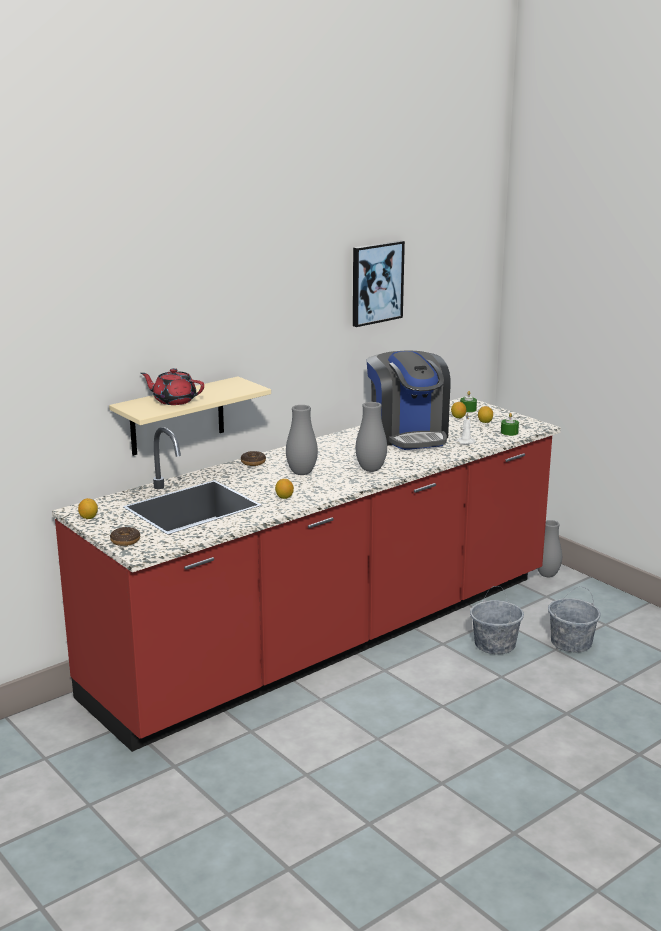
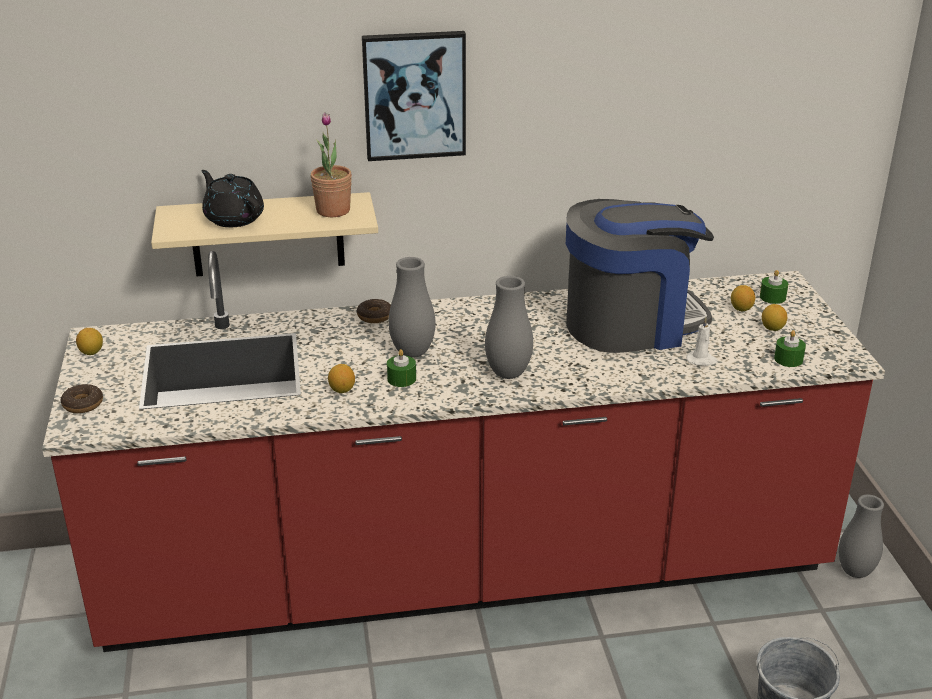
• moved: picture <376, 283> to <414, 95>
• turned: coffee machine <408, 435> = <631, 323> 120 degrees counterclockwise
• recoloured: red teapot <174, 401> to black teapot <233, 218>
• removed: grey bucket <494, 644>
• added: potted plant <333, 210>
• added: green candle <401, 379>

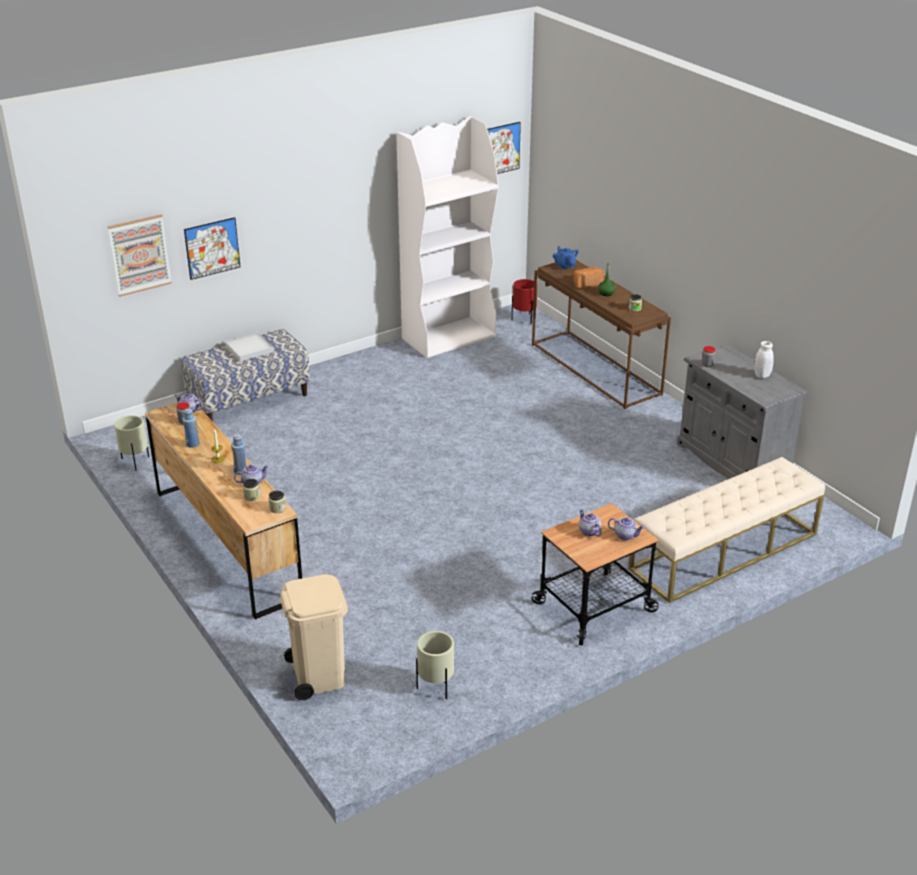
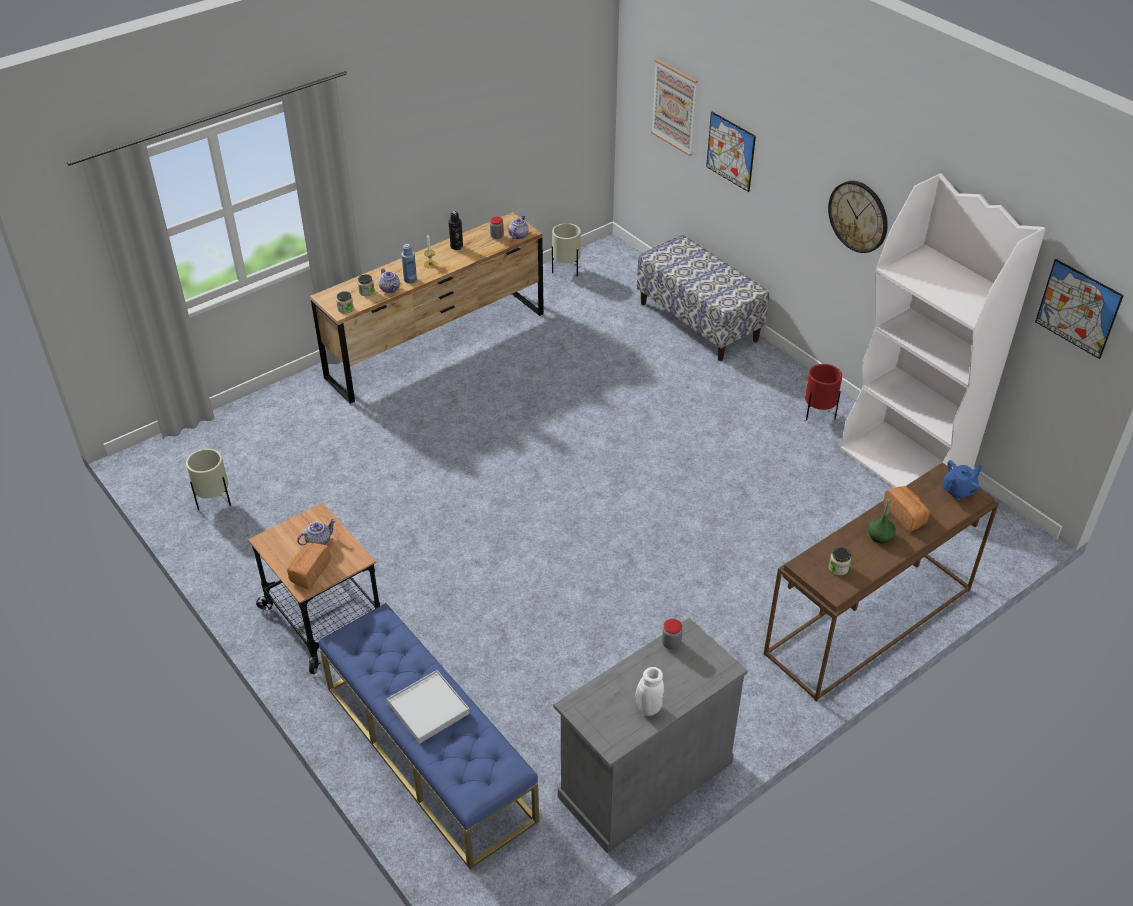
• moved: red planter <524, 319> to <818, 415>
• moved: white tray <249, 349> to <428, 709>
• recoloured: blue bottle <192, 444> to black bottle <456, 246>
• recoloured: beige bench <724, 551> to blue bench <428, 752>
• replaced: teapot <625, 535> to bread <309, 572>
• removed: beige trash can <318, 675>
• added: wall clock <858, 216>

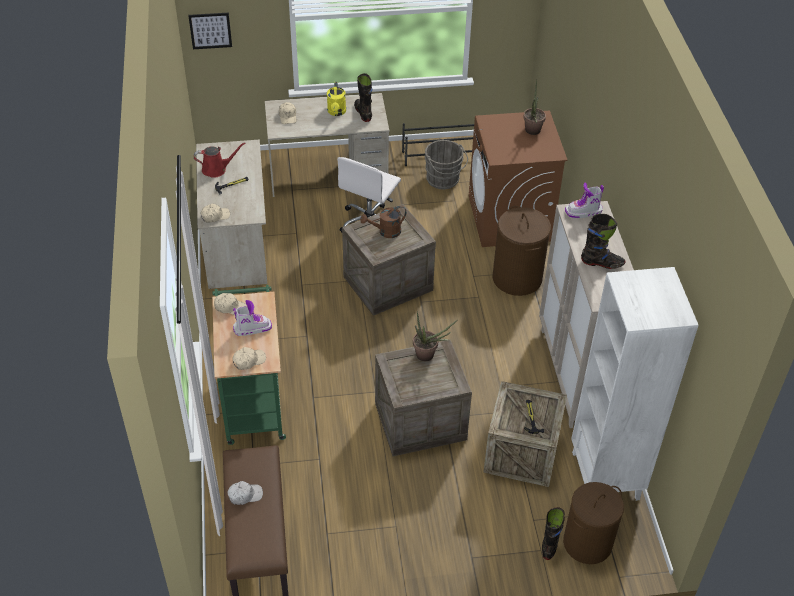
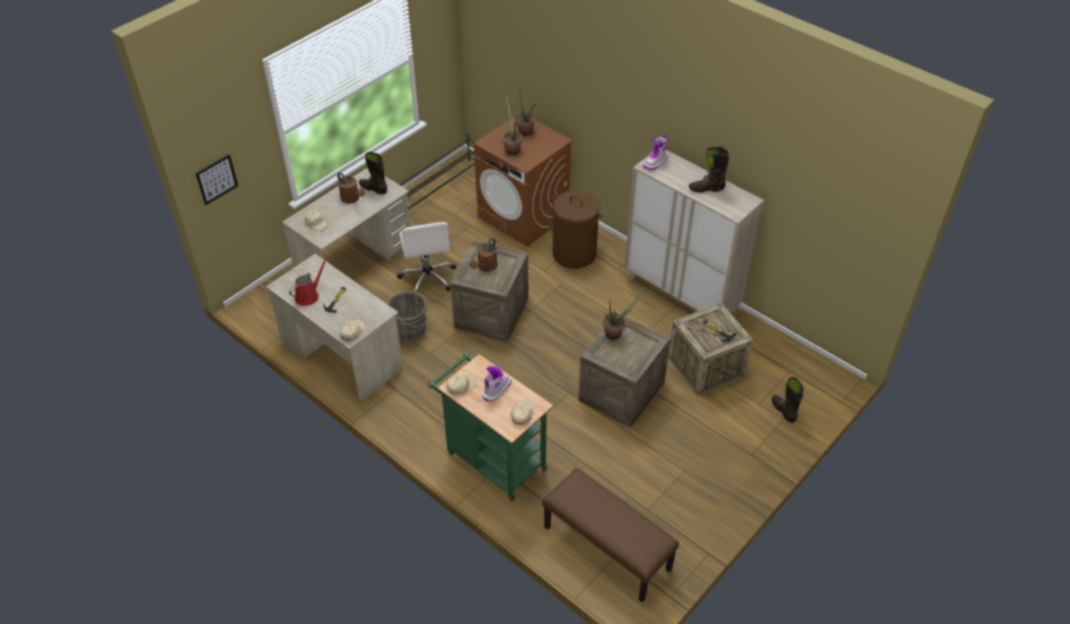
• recoloured: yellow watering can <336, 112> to brown watering can <352, 199>
• moved: grey bucket <443, 180> to <411, 331>
• turned: black boot <602, 263> = <706, 188> 150 degrees counterclockwise
• removed: white bookcase <606, 476>
• removed: white cap <245, 495>
• removed: brown laundry basket <587, 543>
• added: potted plant <511, 149>

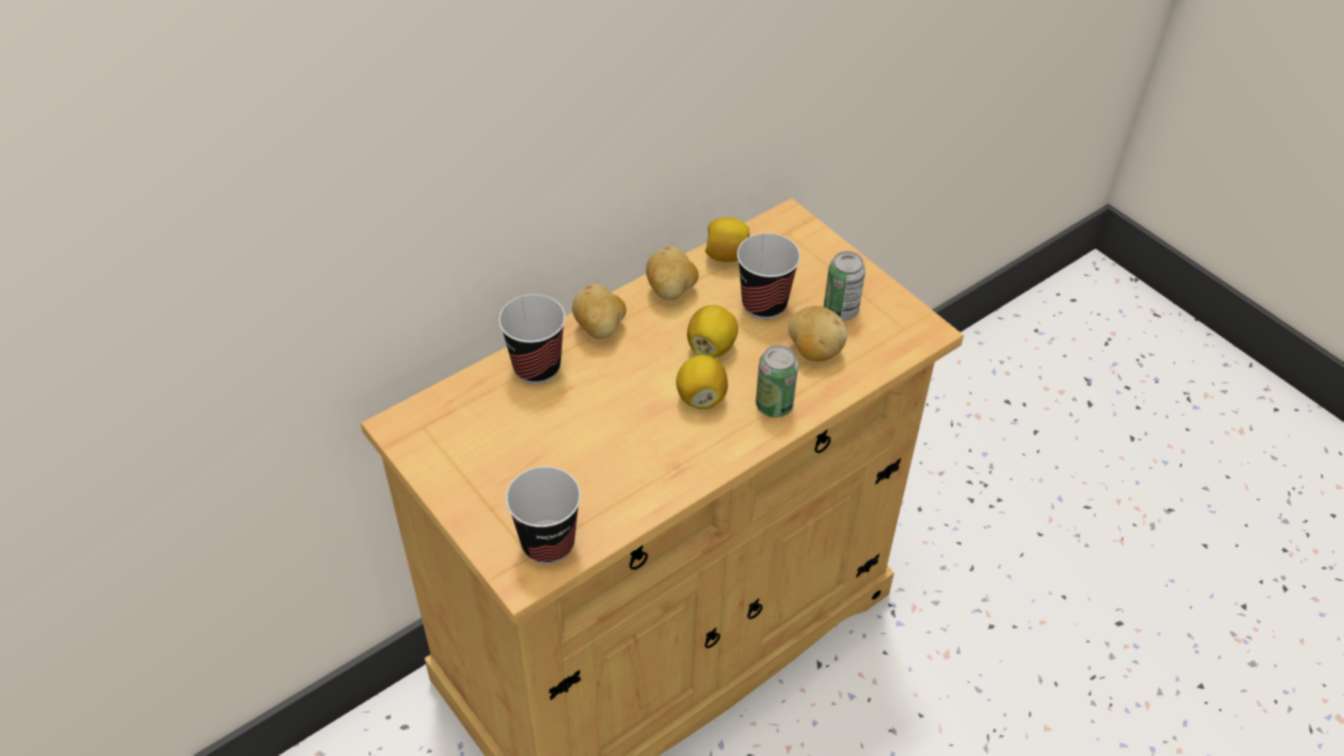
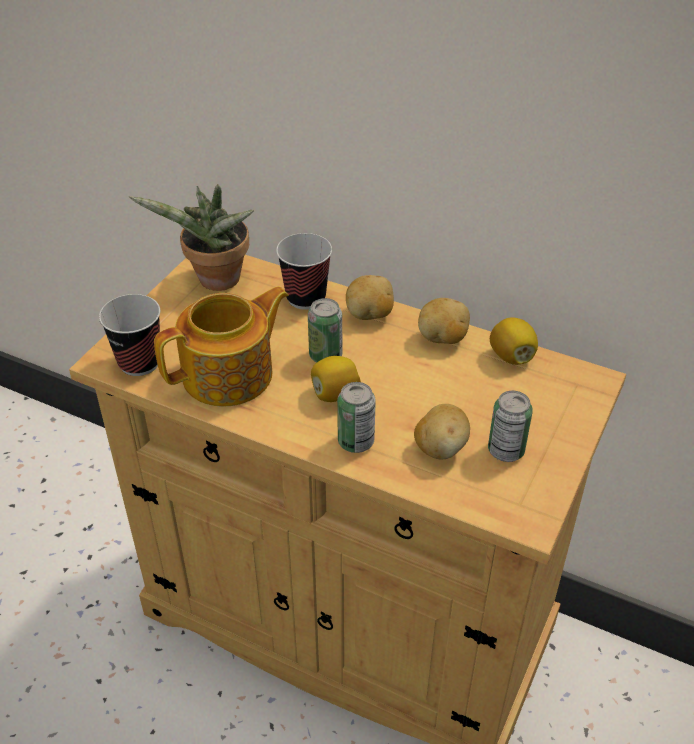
• removed: cup <764, 304>
• removed: lemon <711, 347>
• added: potted plant <215, 282>
• added: teapot <230, 375>
• added: can <325, 355>

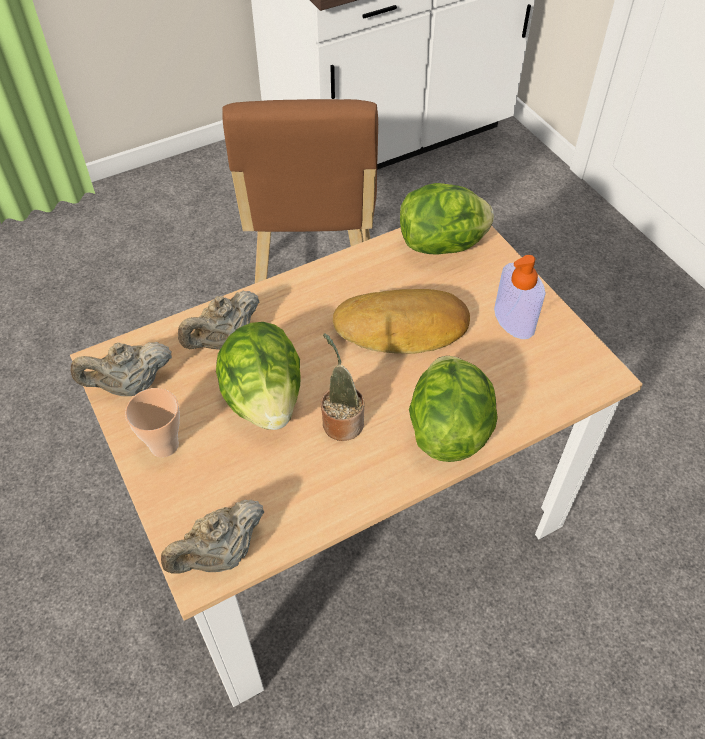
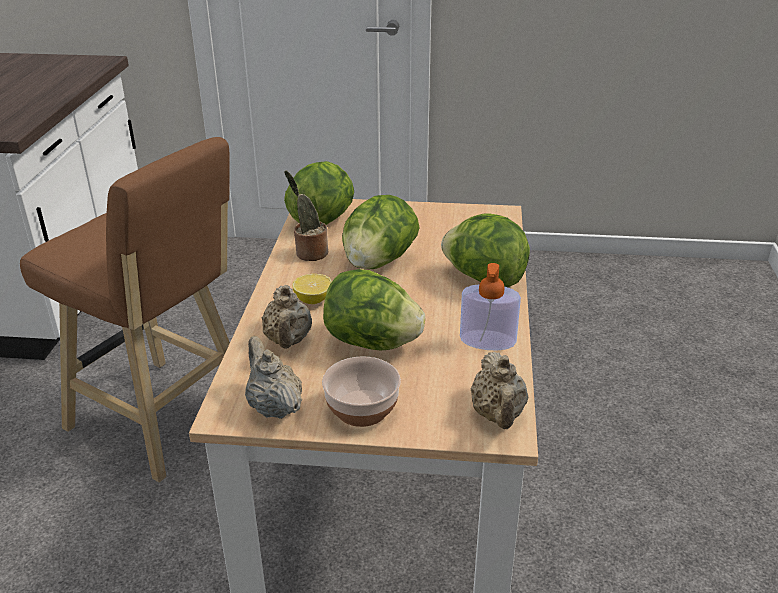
• moved: soap dispenser <514, 320> to <487, 340>
• replaced: bread <402, 329> to lettuce <378, 262>
• moved: potted plant <341, 421> to <309, 253>
• turned: beige teapot <130, 386> = <274, 407> 135 degrees clockwise
• replaced: cup <164, 445> to bowl <361, 409>
• added: lemon <313, 300>

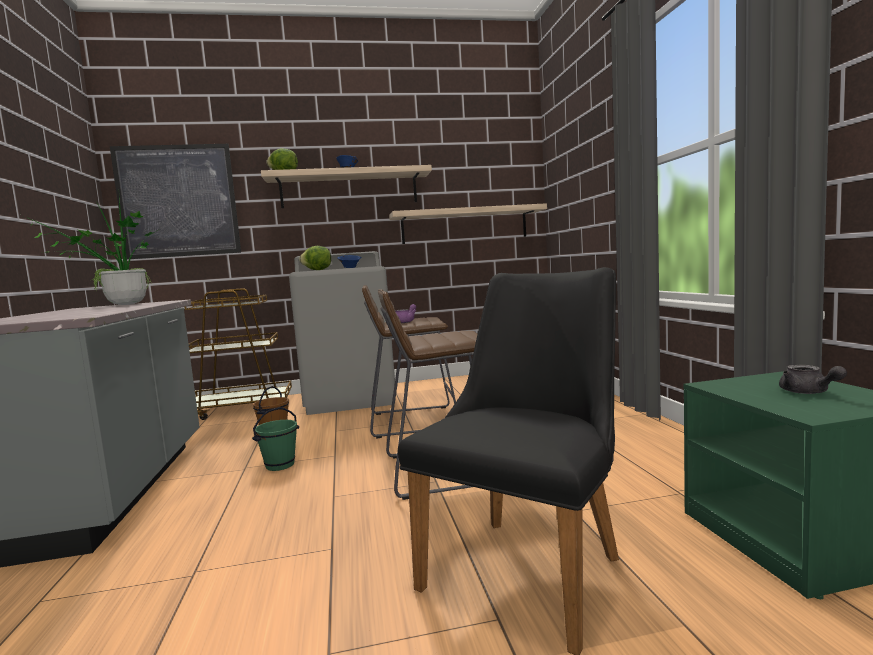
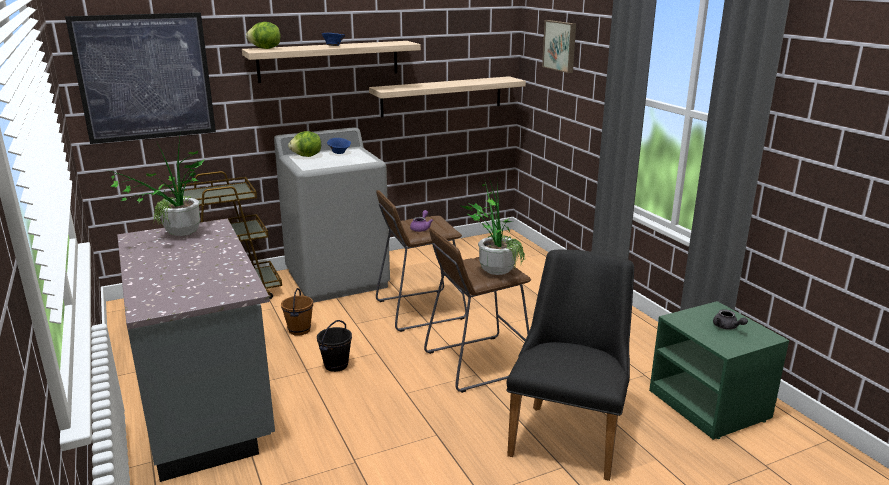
• recoloured: green bucket <279, 465> to black bucket <336, 365>
• added: picture <560, 46>
• added: potted plant <493, 269>

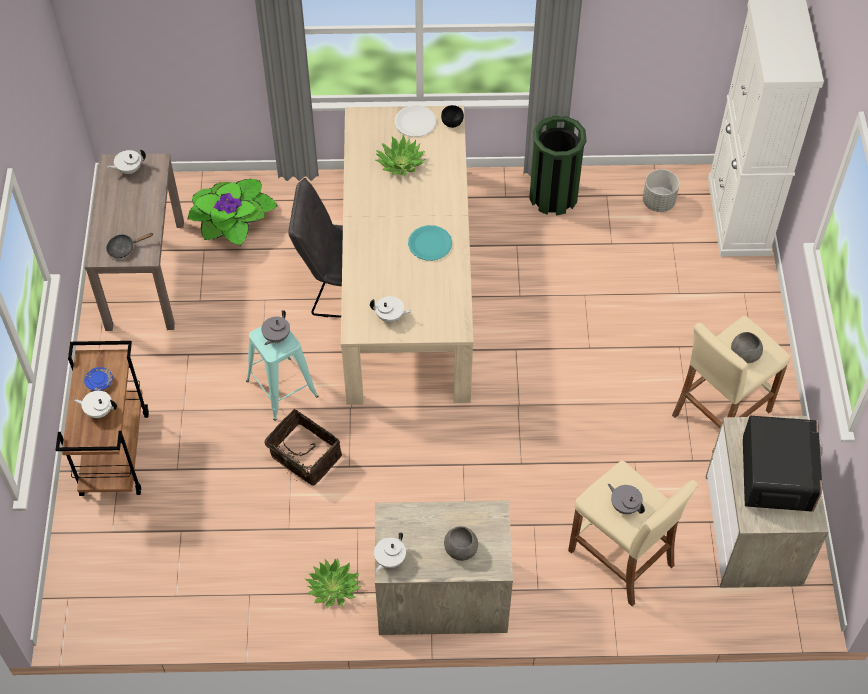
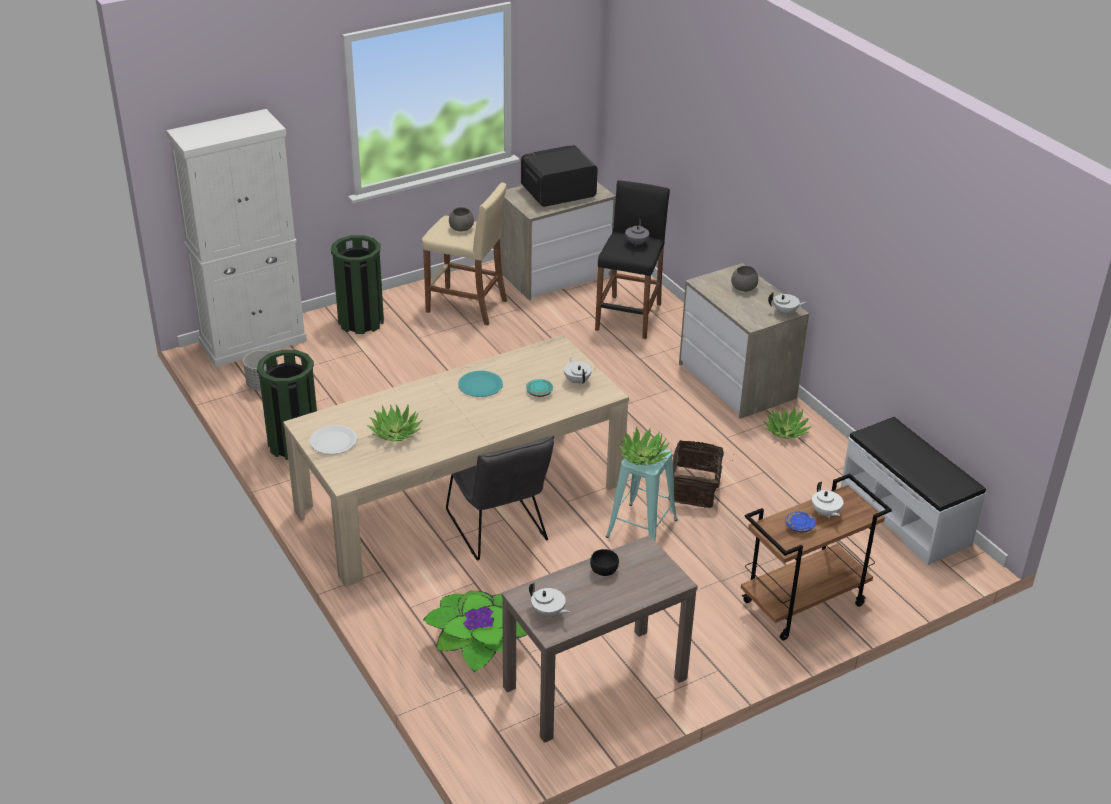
• moved: black bowl <452, 122> to <604, 570>
• removed: black frying pan <124, 248>
• replaced: grey teapot <276, 337> to potted plant <643, 456>
• recoloured: beige stool <621, 558> to black stool <629, 316>
• added: green trash can <361, 321>
• added: turquoise plate <539, 392>
• added: white bench <905, 516>

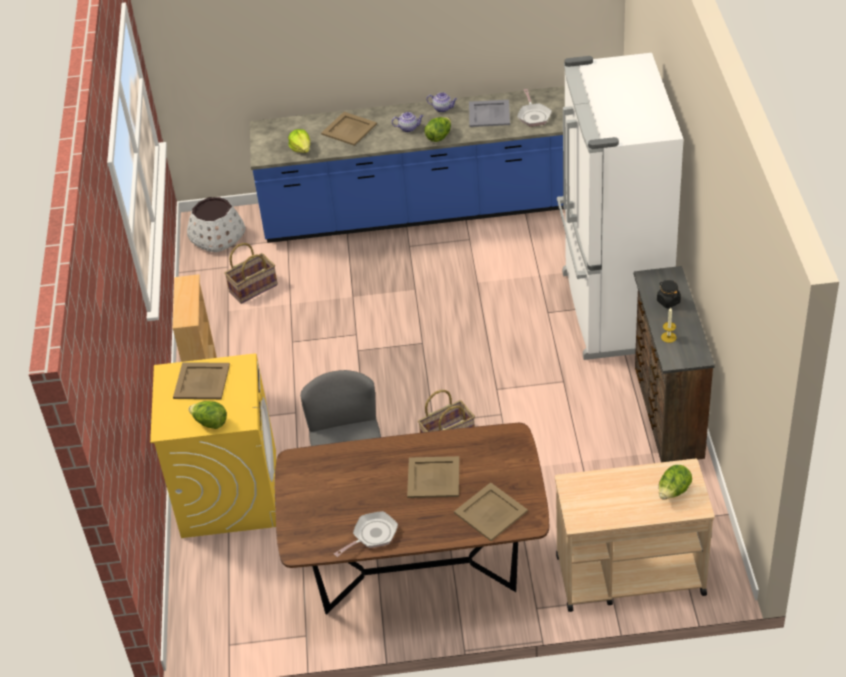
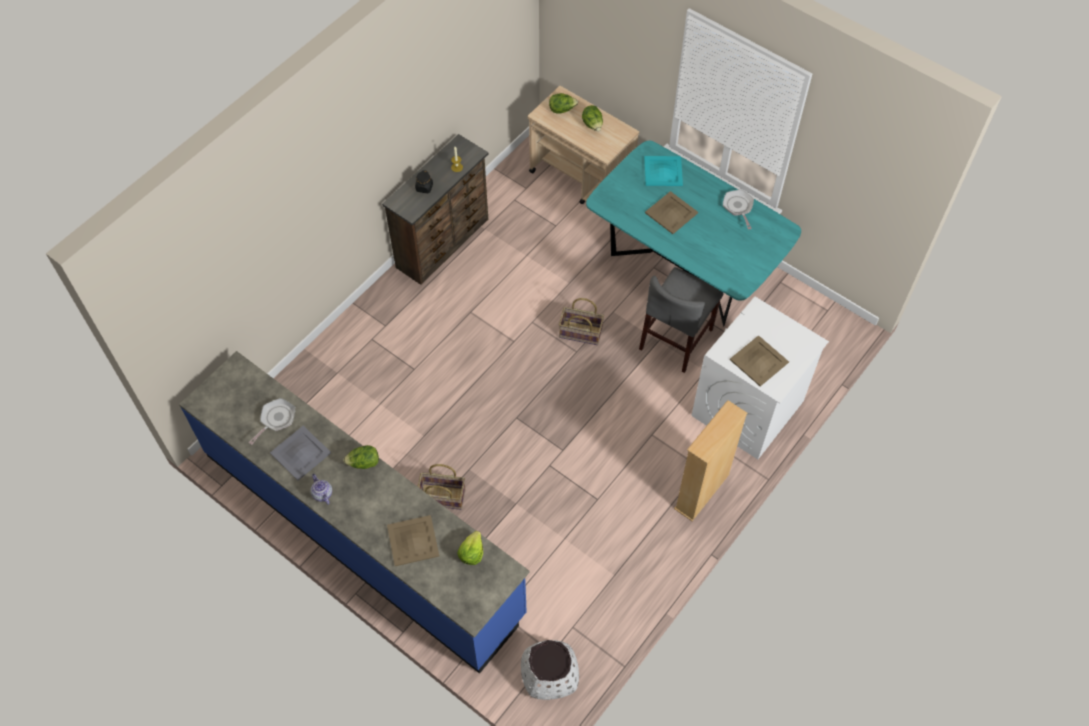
• removed: white fridge <612, 311>
• removed: teapot <409, 128>
• moved: basket <253, 288> to <442, 497>
• recoloured: yellow washing machine <229, 492> to white washing machine <747, 409>
• moved: lettuce <210, 423> to <592, 125>
• recoloured: brown dining table <417, 569> to turquoise dining table <684, 270>
• recoloured: beige tray <491, 512> to turquoise tray <662, 171>
• turned: frying pan <372, 535> = <738, 207> 75 degrees clockwise

